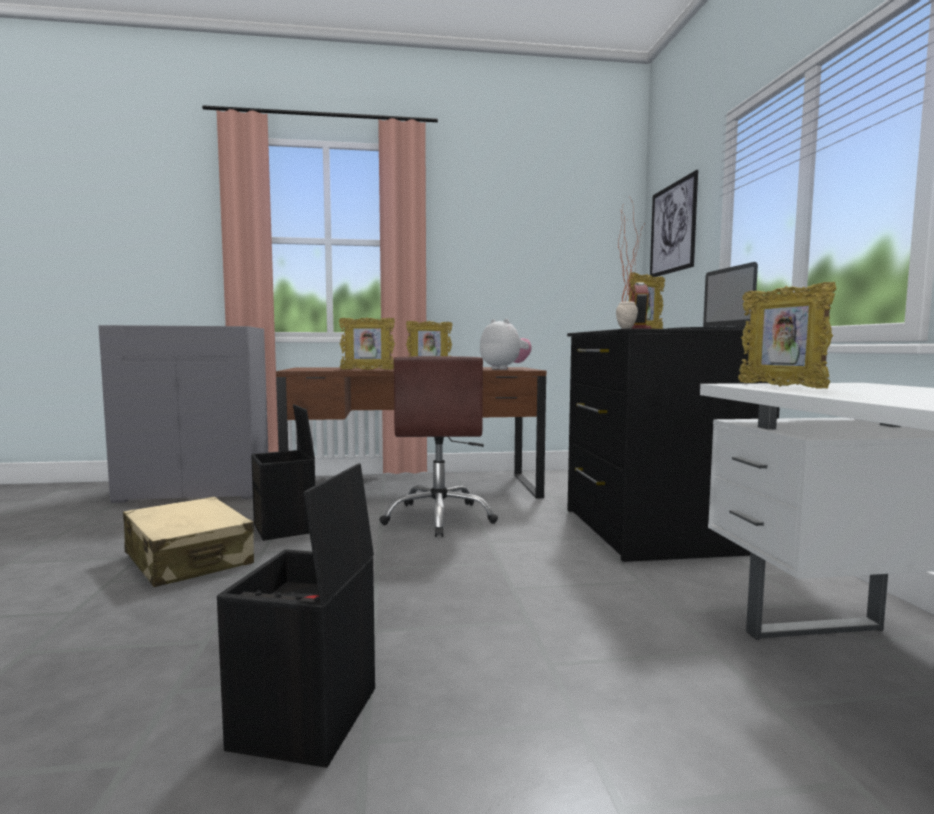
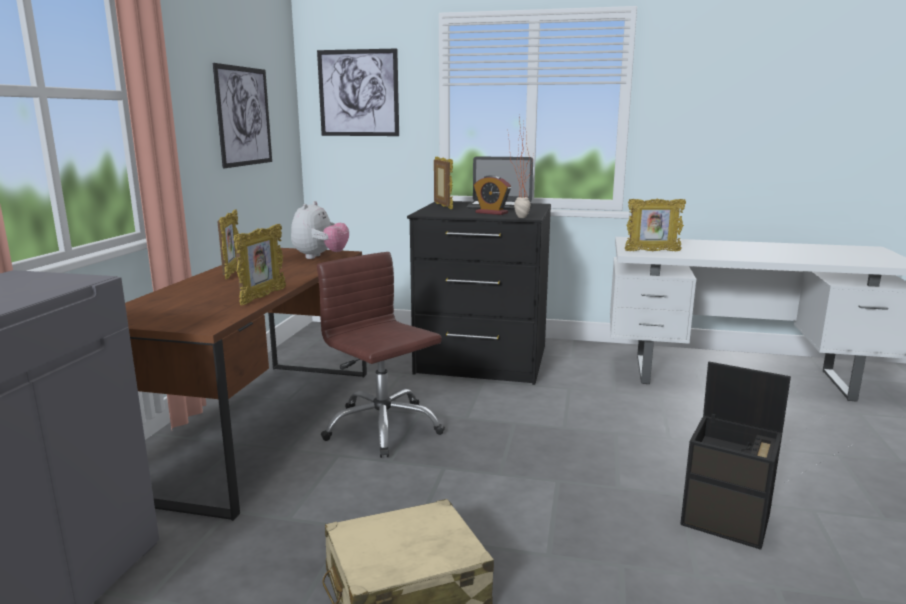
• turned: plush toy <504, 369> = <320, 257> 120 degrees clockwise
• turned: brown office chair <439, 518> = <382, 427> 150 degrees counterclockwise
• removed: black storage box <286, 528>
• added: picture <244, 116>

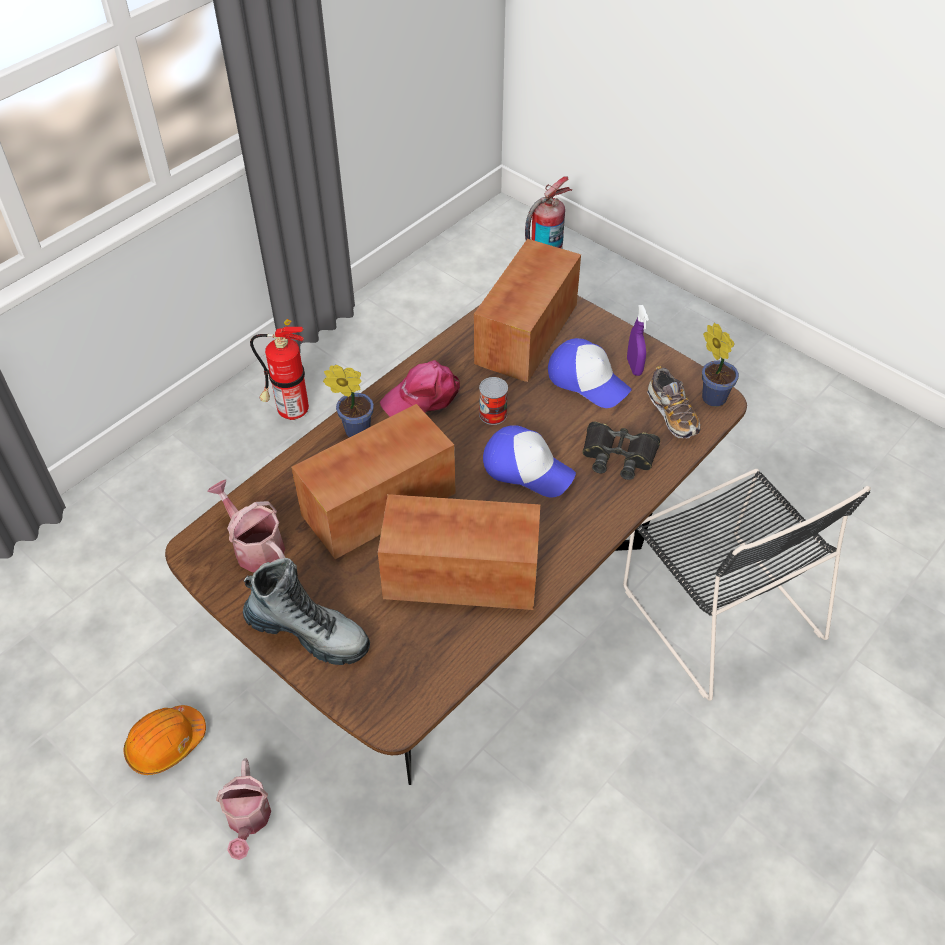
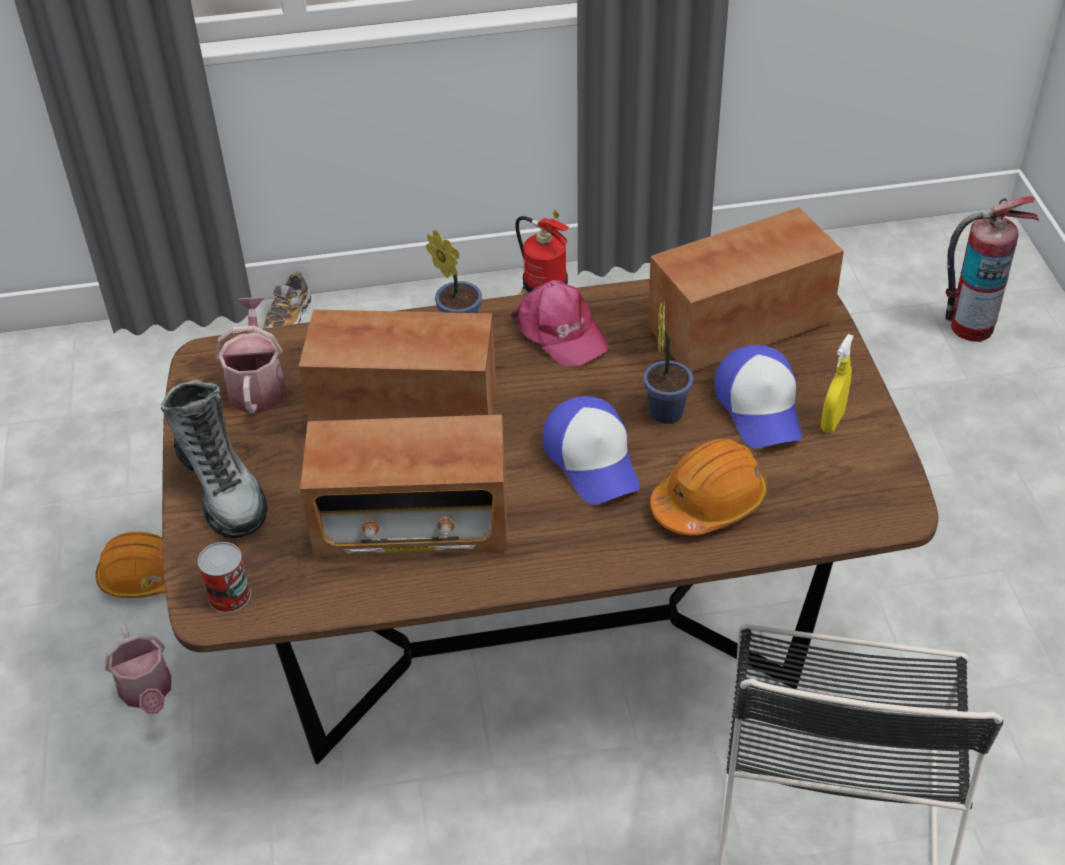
• recoloured: purple spray bottle <634, 367> to yellow spray bottle <832, 421>
• moved: potted plant <711, 396> to <666, 409>
• turned: pink cap <423, 397> = <560, 332> 135 degrees counterclockwise
• moved: shoe <672, 414> to <289, 318>
• moved: can <493, 414> to <229, 596>
• replaced: black binoculars <618, 455> to orange hard hat <709, 502>
• turned: radio <461, 576> = <412, 524> 135 degrees clockwise
• turned: watering can <248, 820> = <148, 692> 60 degrees counterclockwise

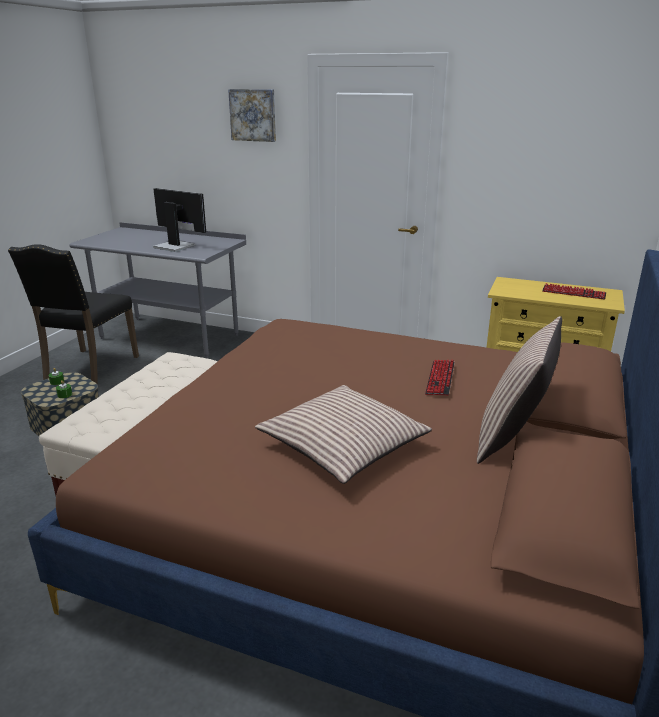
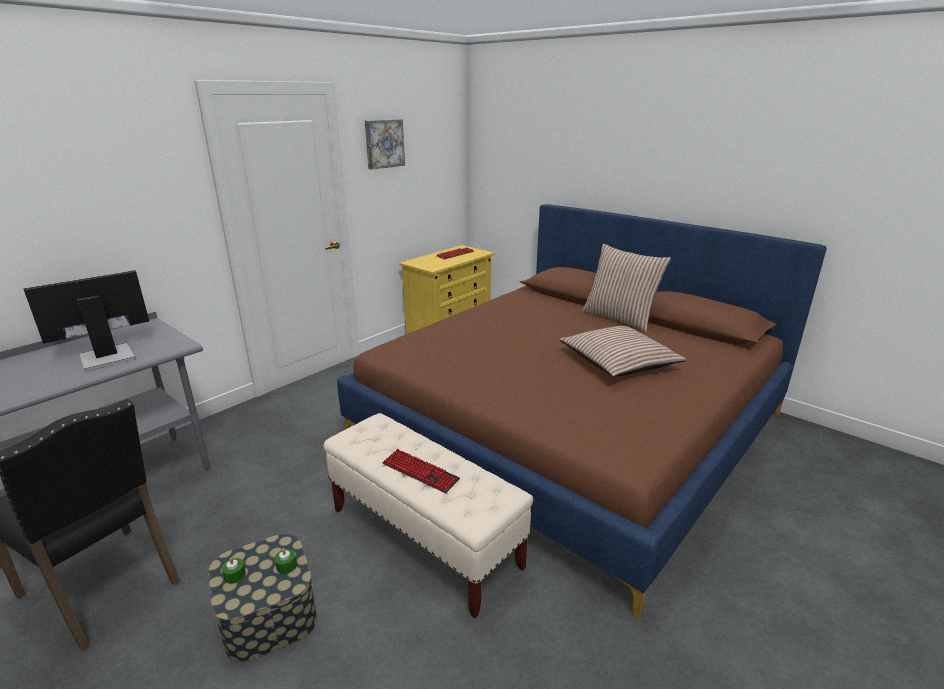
• moved: picture <253, 115> to <383, 143>
• moved: keyboard <440, 379> to <420, 472>

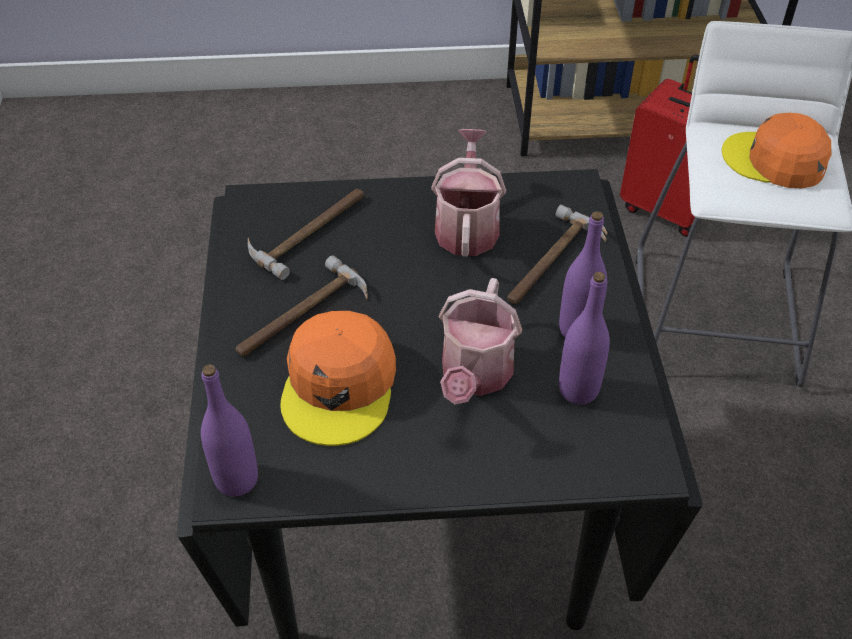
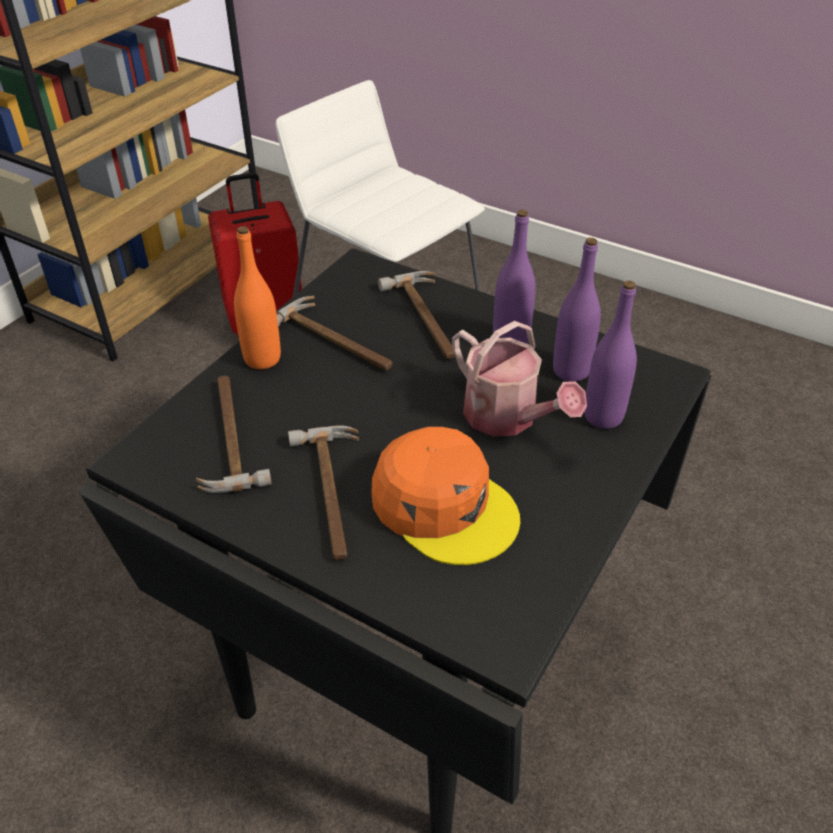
• removed: orange cap <775, 161>
• replaced: watering can <467, 226> to hammer <336, 341>
• moved: purple bottle <236, 479> to <603, 416>
• added: orange bottle <262, 358>

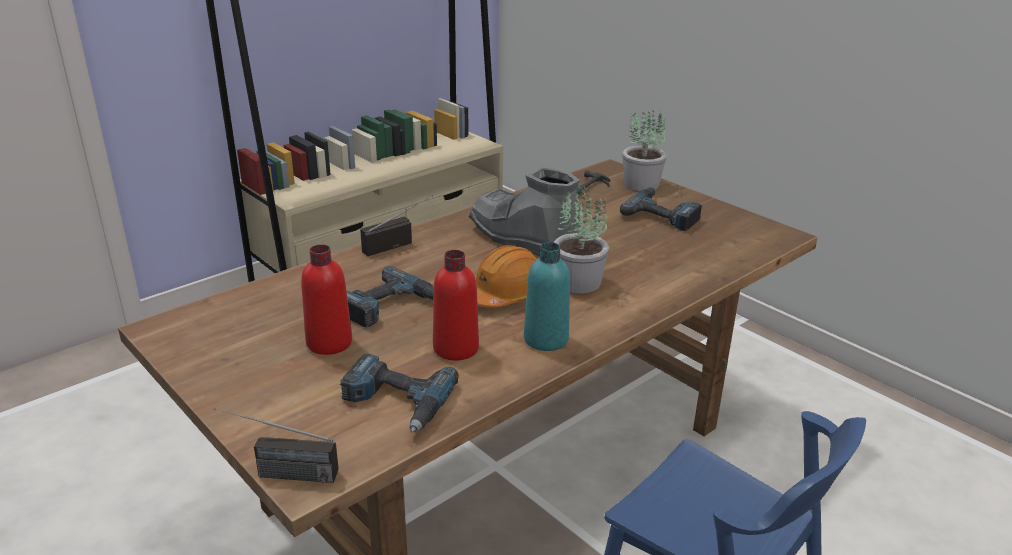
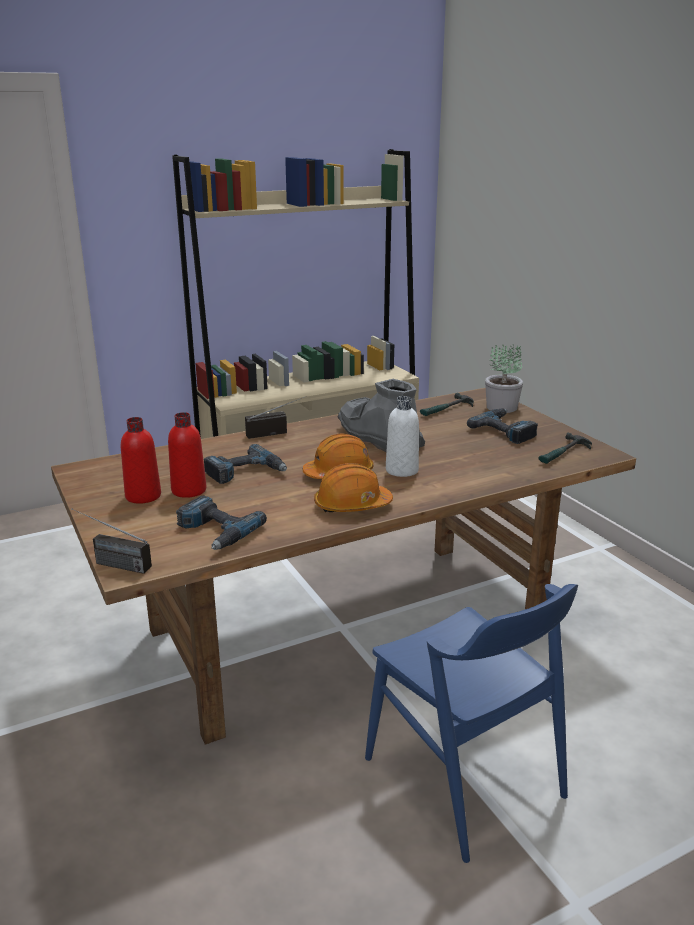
• replaced: potted plant <577, 282> to white bottle <402, 470>
• replaced: turquoise bottle <546, 339> to orange hard hat <352, 505>
• moved: red bottle <456, 348> to <143, 496>
• added: hammer <563, 454>

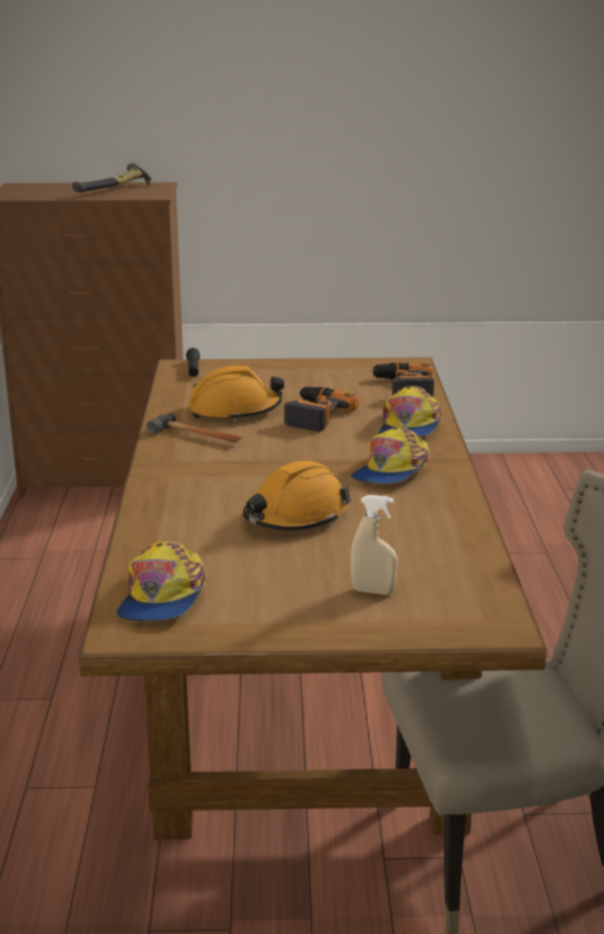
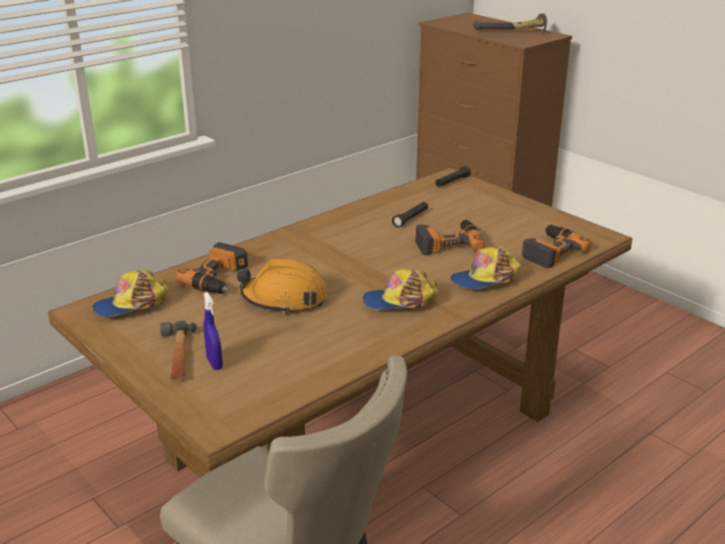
• replaced: orange hard hat <235, 411> to black flashlight <410, 219>
• moved: hammer <196, 437> to <177, 355>
• recoloured: beige spray bottle <373, 591> to blue spray bottle <214, 363>
• added: power drill <219, 278>

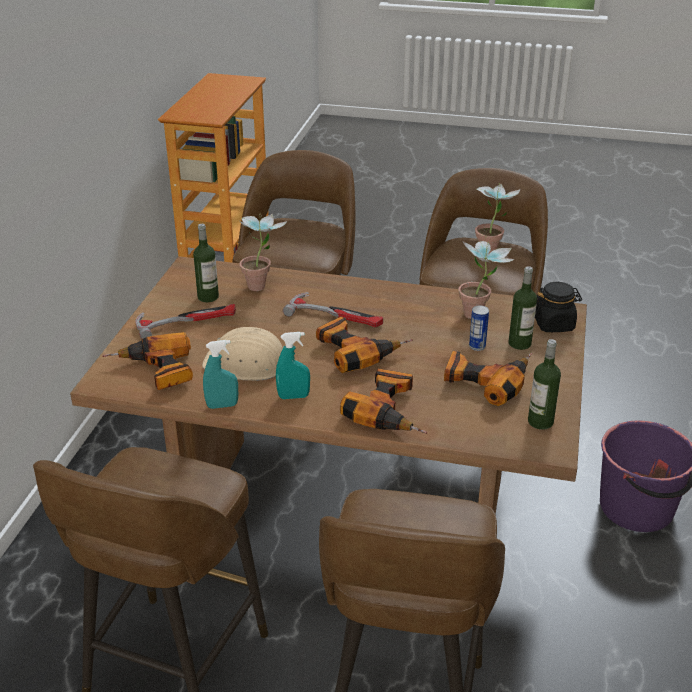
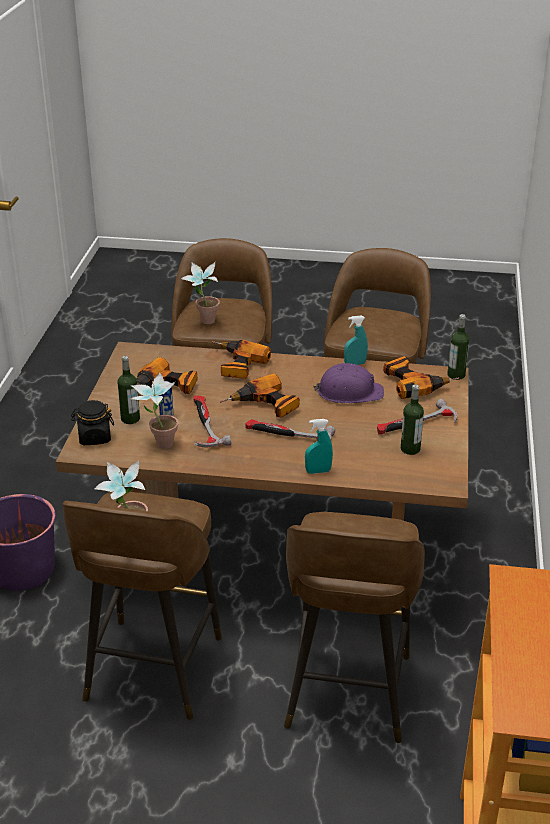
• moved: potted plant <262, 285> to <203, 322>
• recoloured: beige hard hat <247, 364> to purple hard hat <349, 392>
• moved: turquoise spray bottle <293, 396> to <318, 471>
• moved: bottle <540, 422> to <456, 375>
• added: hammer <204, 425>

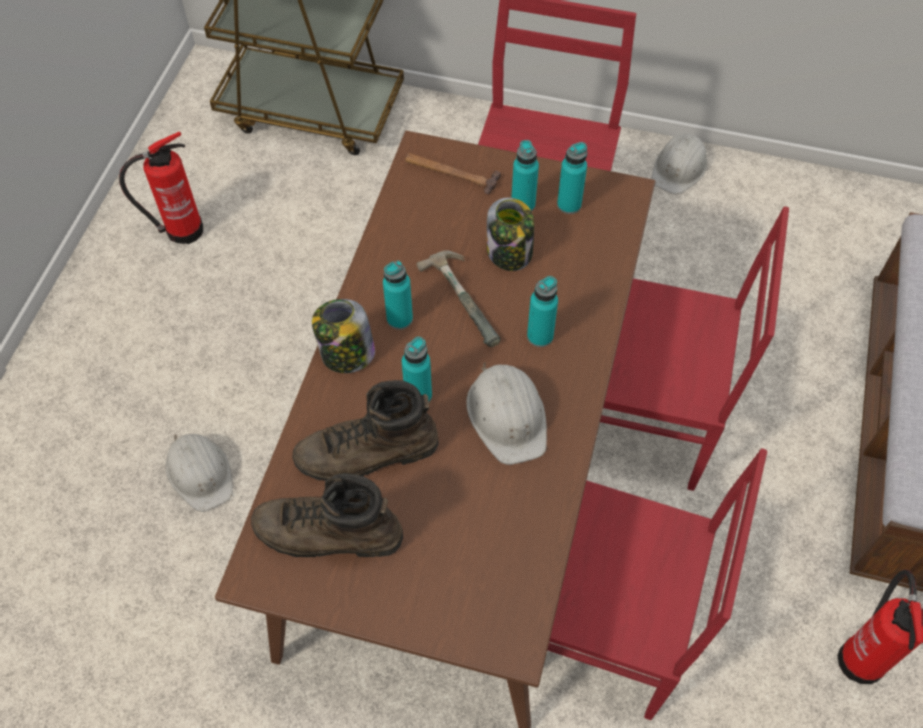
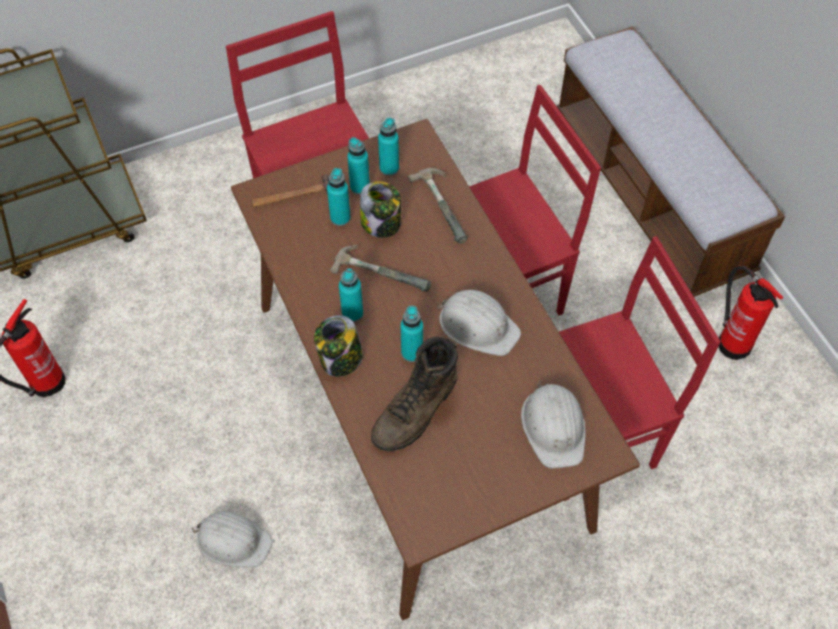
• moved: white hard hat <679, 168> to <554, 427>
• moved: turquoise bottle <540, 336> to <340, 218>
• removed: brown boot <327, 535>
• added: hammer <446, 205>

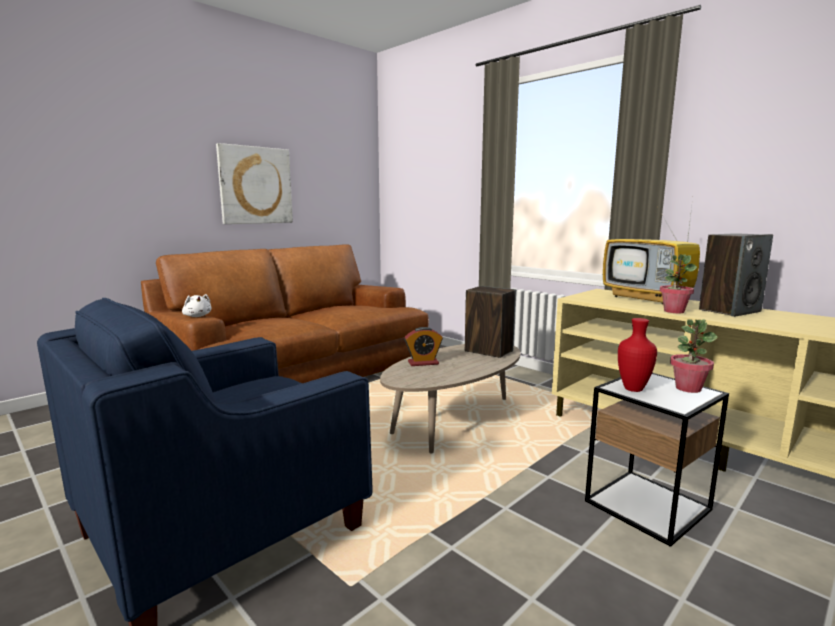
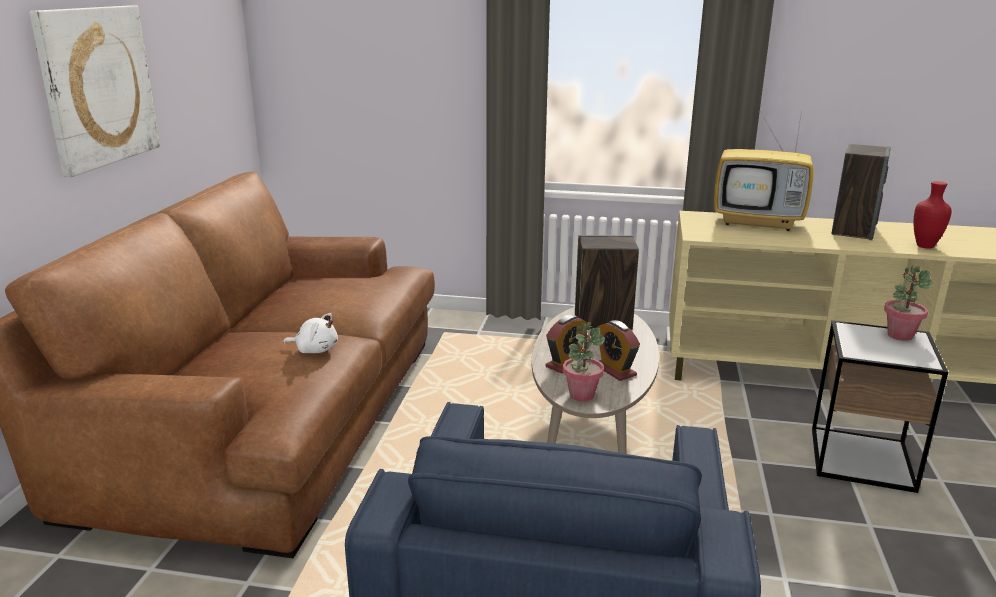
• moved: potted plant <673, 311> to <581, 395>
• moved: white plush toy <197, 316> to <315, 350>
• moved: red vase <633, 388> to <924, 246>
• added: alarm clock <615, 370>

